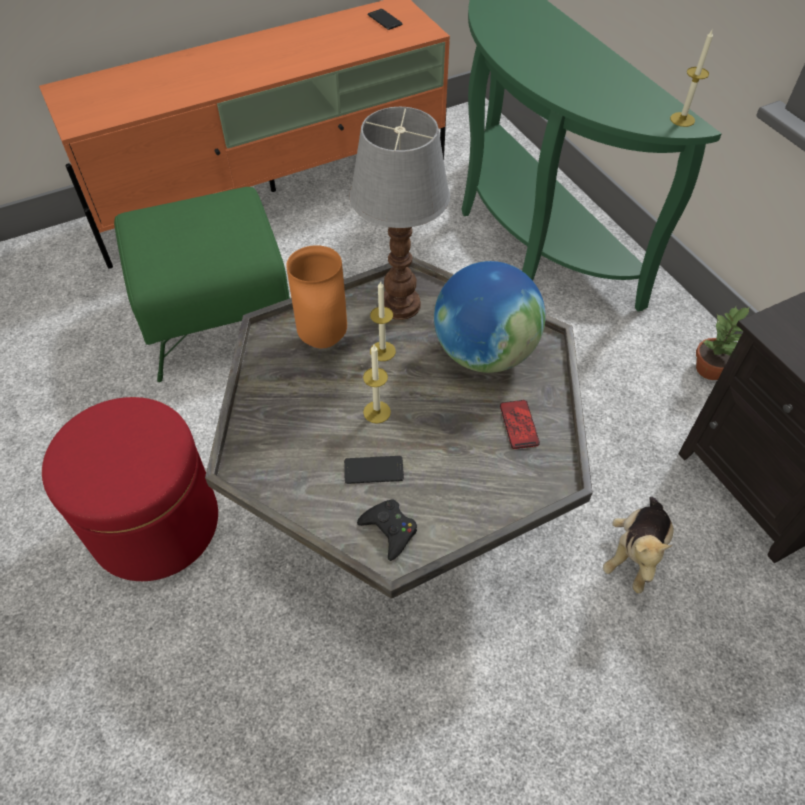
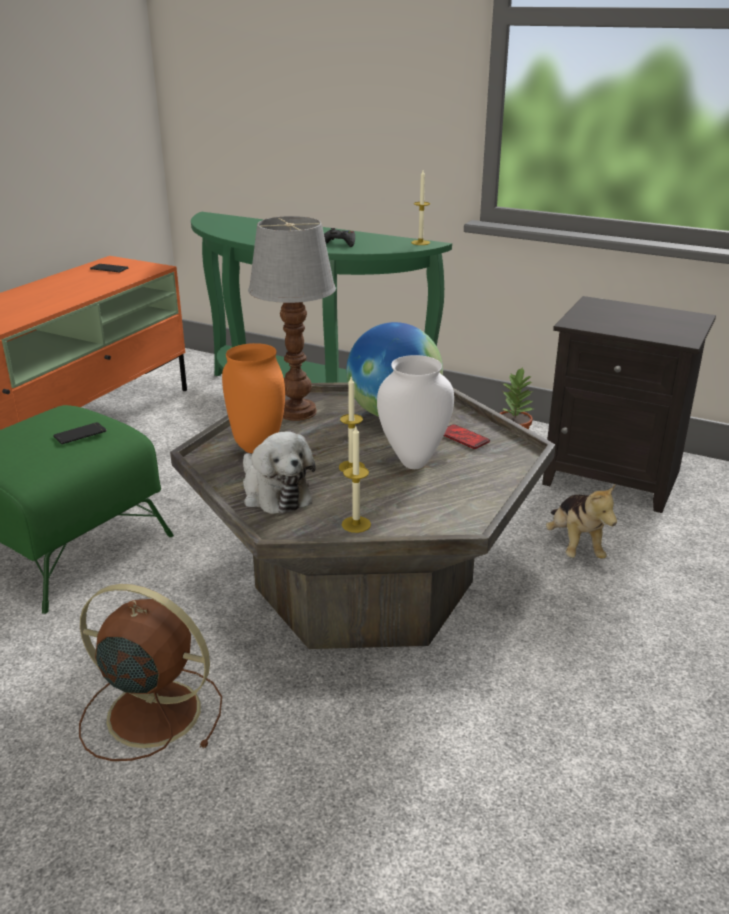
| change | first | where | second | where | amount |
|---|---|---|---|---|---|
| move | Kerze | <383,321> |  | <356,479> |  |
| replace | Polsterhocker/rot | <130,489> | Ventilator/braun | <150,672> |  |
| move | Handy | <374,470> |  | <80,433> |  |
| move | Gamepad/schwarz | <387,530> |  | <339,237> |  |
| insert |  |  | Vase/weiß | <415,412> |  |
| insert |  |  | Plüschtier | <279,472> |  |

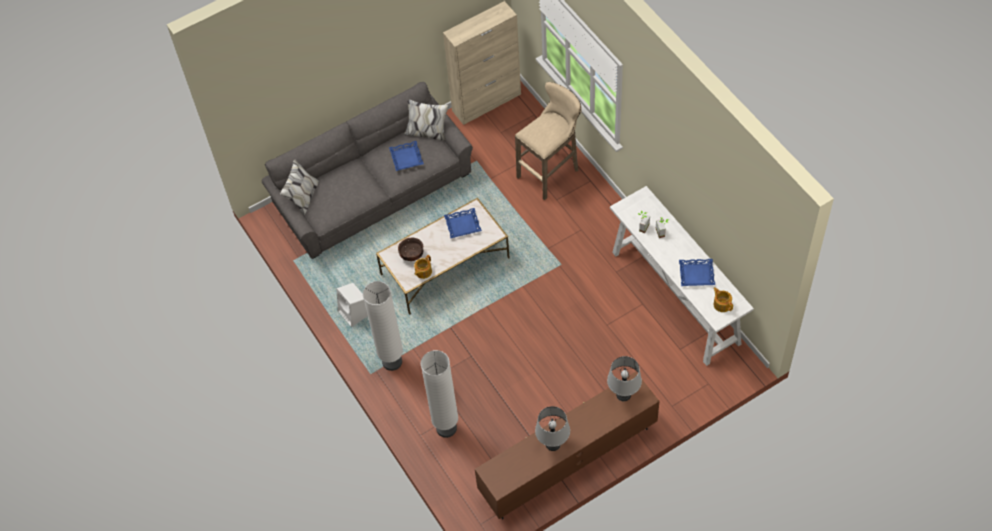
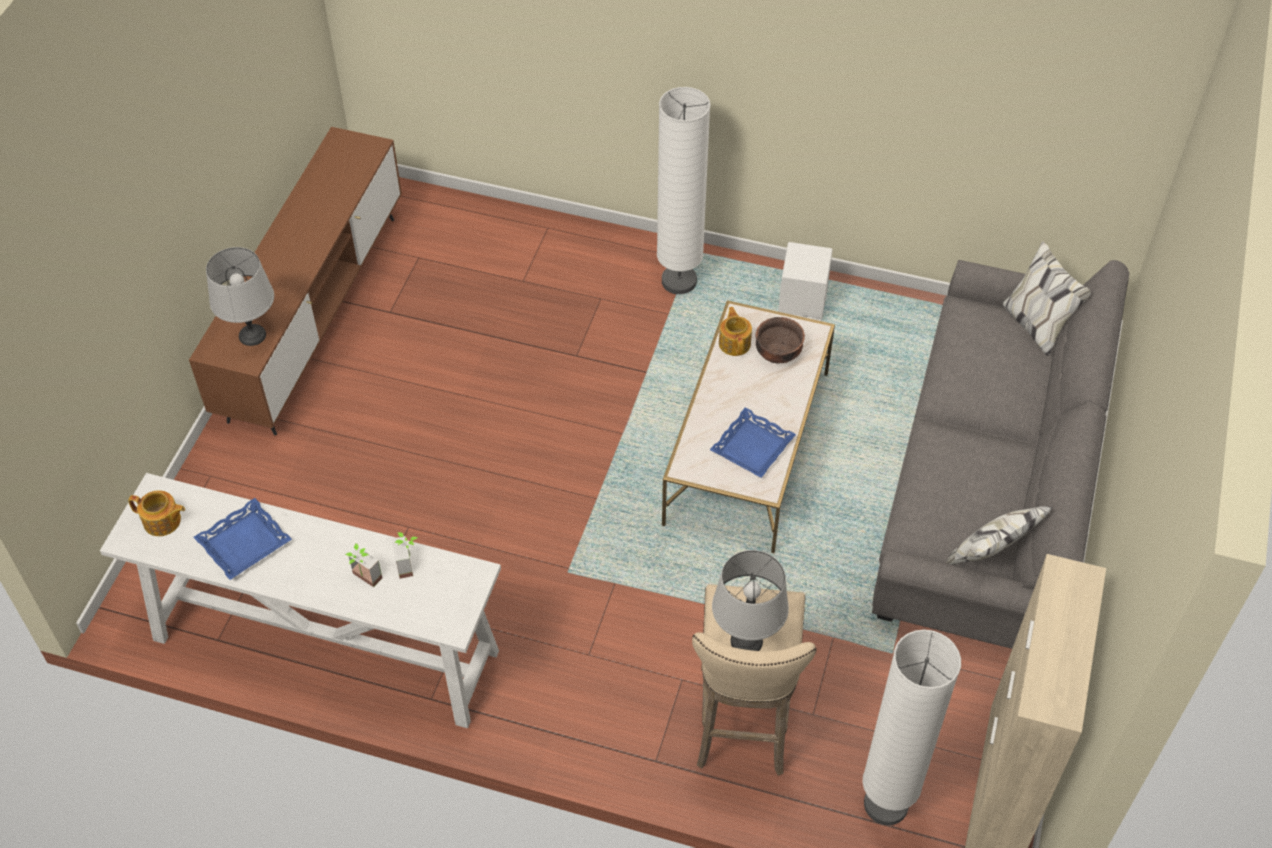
| change | first | where | second | where | amount |
|---|---|---|---|---|---|
| delete | Tablett/blau | <406,156> |  |  |  |
| move | Stehlampe/weiß | <439,394> |  | <912,727> |  |
| move | Tischlampe/grau | <552,428> |  | <750,600> |  |

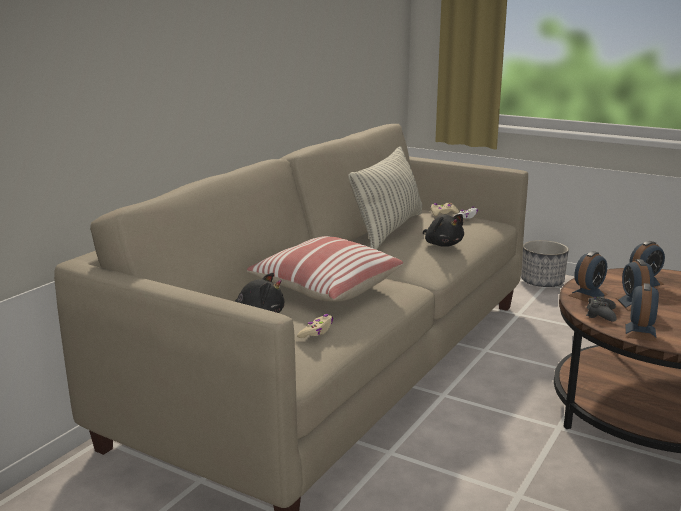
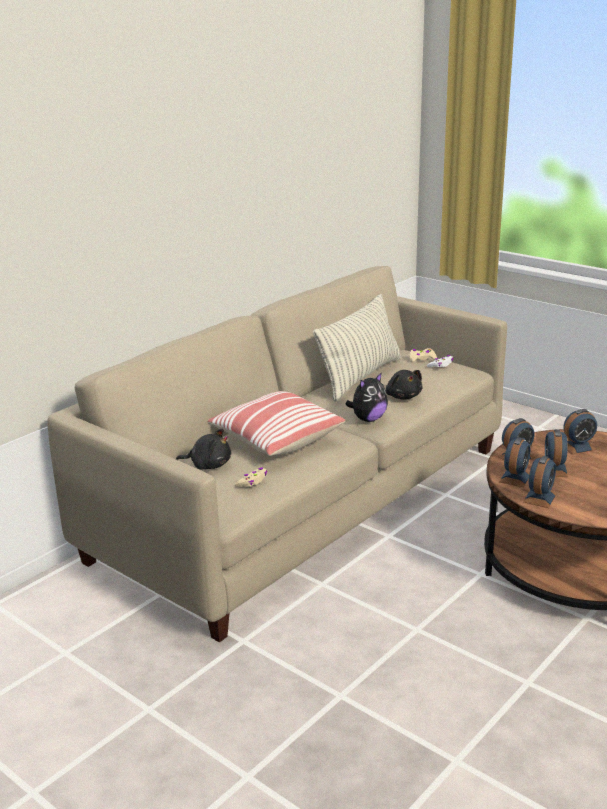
| change | first | where | second | where | amount |
|---|---|---|---|---|---|
| delete | Pflanzkübel | <545,263> |  |  |  |
| replace | Gamepad/schwarz | <601,309> | Wecker | <515,462> |  |
| insert |  |  | Plüschtier | <366,397> |  |

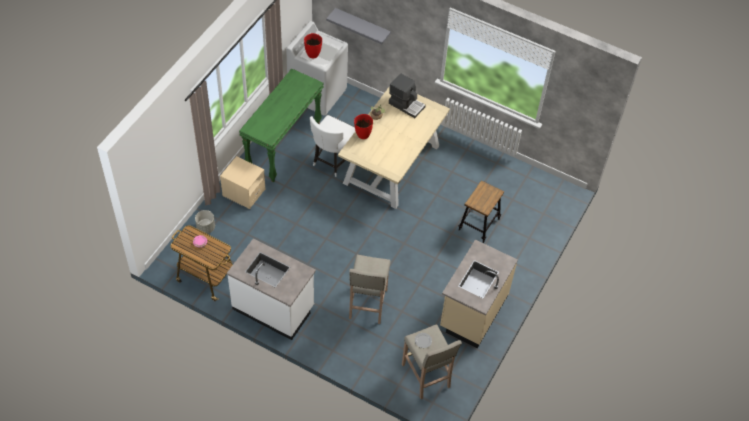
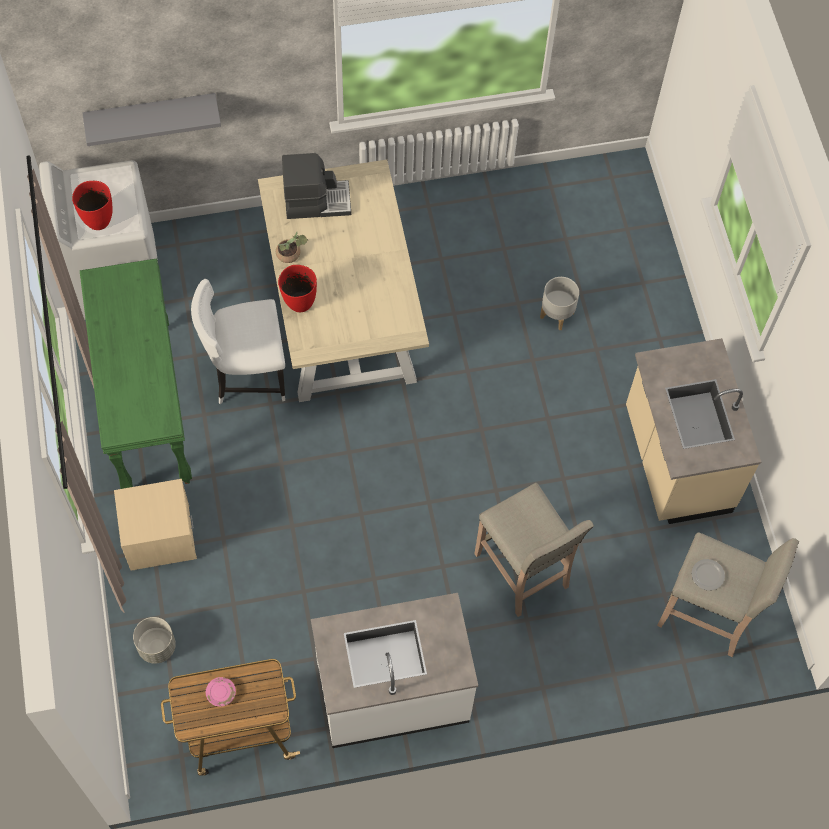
| change | first | where | second | where | amount |
|---|---|---|---|---|---|
| rotate | Stuhl/weiß | <332,146> |  | <238,341> | 90 degrees clockwise |
| replace | Hocker | <481,211> | Pflanzkübel/grau | <559,303> |  |

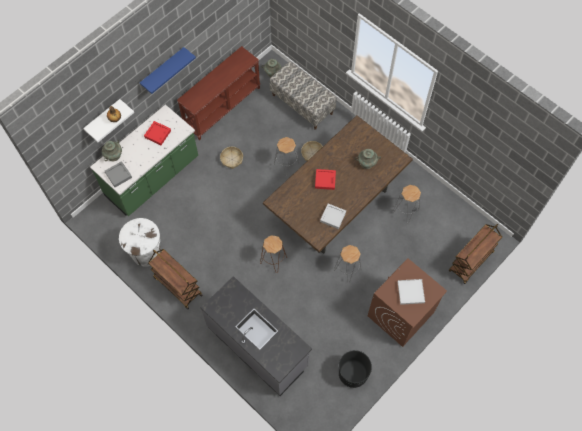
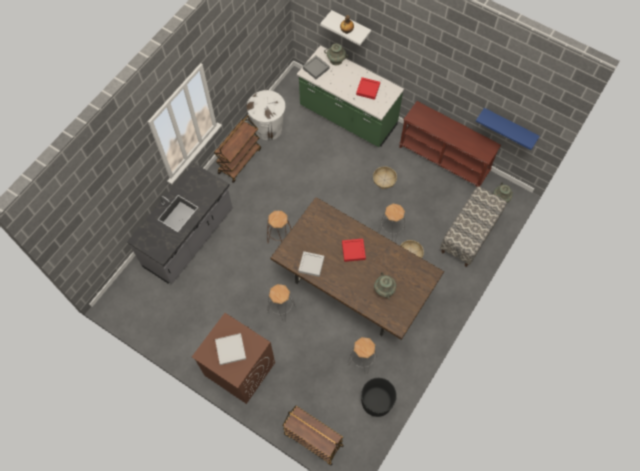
| change | first | where | second | where | amount |
|---|---|---|---|---|---|
| move | Wandregal/blau | <168,70> |  | <508,129> |  |
| move | Pflanzkübel/schwarz | <355,369> |  | <379,397> |  |

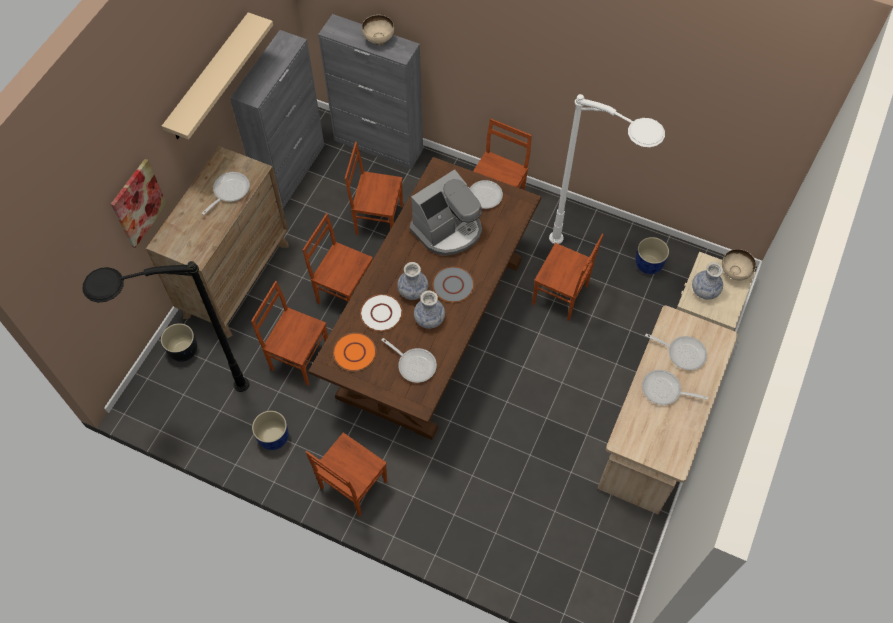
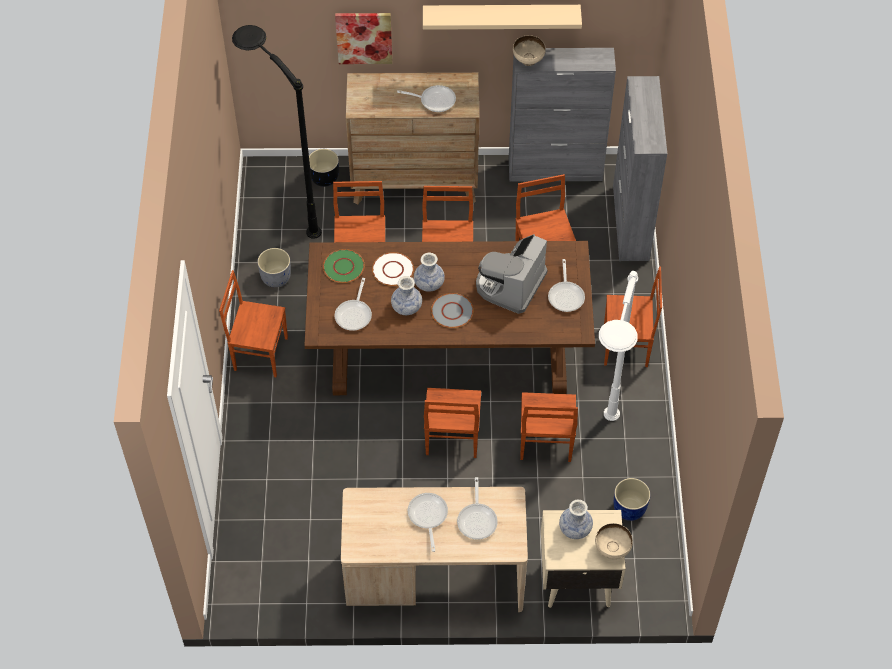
| change | first | where | second | where | amount |
|---|---|---|---|---|---|
| move | Schüssel/beige | <378,30> |  | <529,50> |  |
| rotate | Kaffeemaschine | <446,212> |  | <511,274> | 90 degrees clockwise |
| recolor | Teller/orange | <354,352> | Teller/grün | <344,266> |  |
| recolor | Pflanzkübel/blau | <270,430> | Pflanzkübel/grau | <274,267> |  |
| insert |  |  | Stuhl/braun | <452,423> |  |

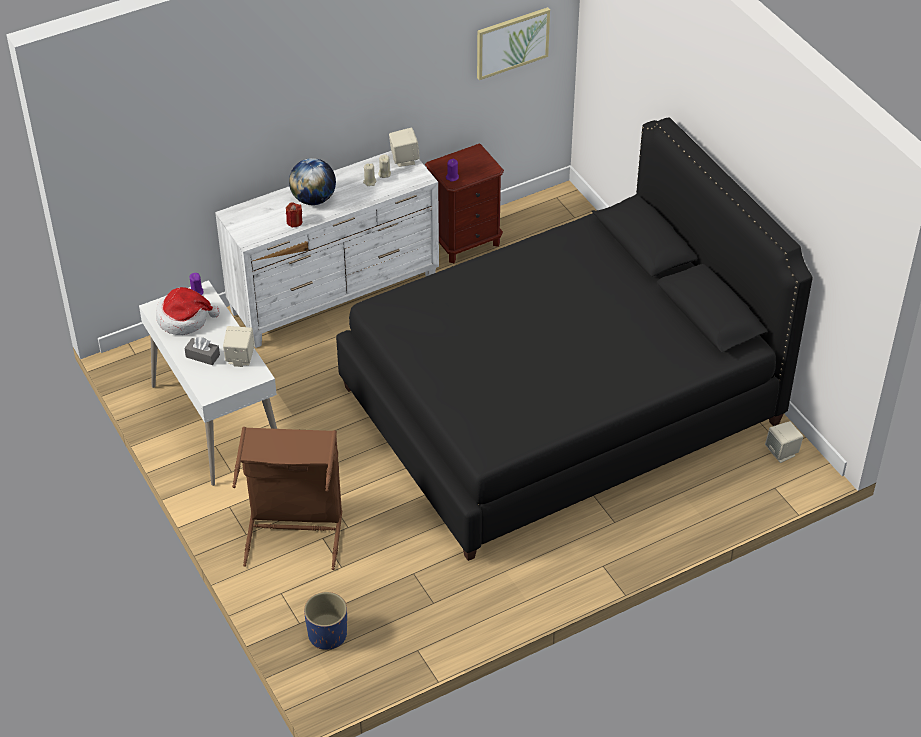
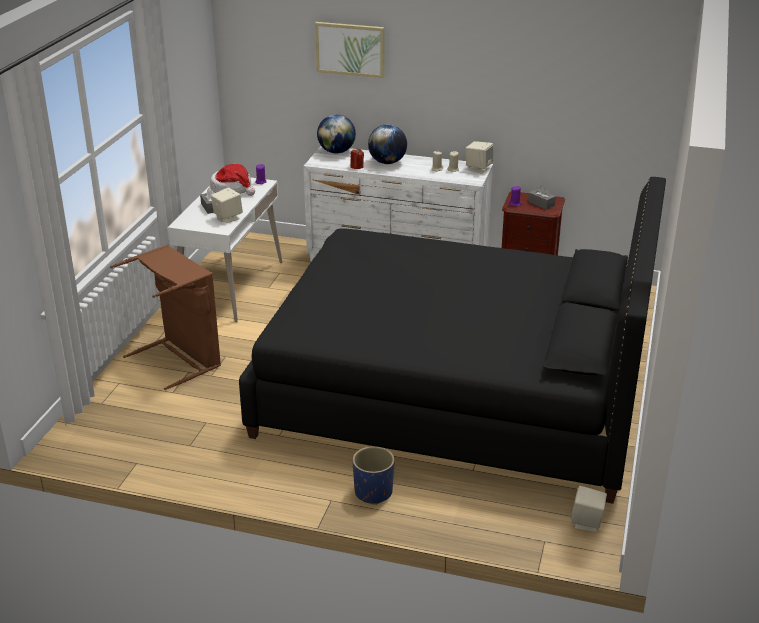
| change | first | where | second | where | amount |
|---|---|---|---|---|---|
| move | Bild | <513,43> |  | <349,50> |  |
| move | Pflanzkübel/blau | <325,621> |  | <373,475> |  |
| insert |  |  | Globus | <336,133> |  |
| insert |  |  | Taschentuchbox/grau | <542,197> |  |

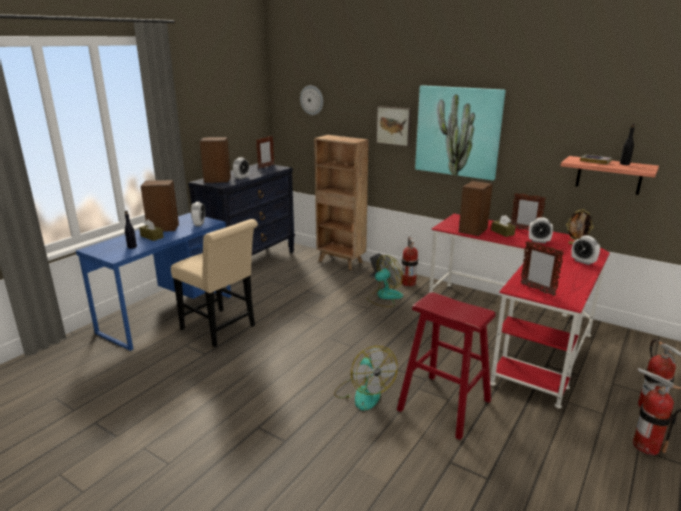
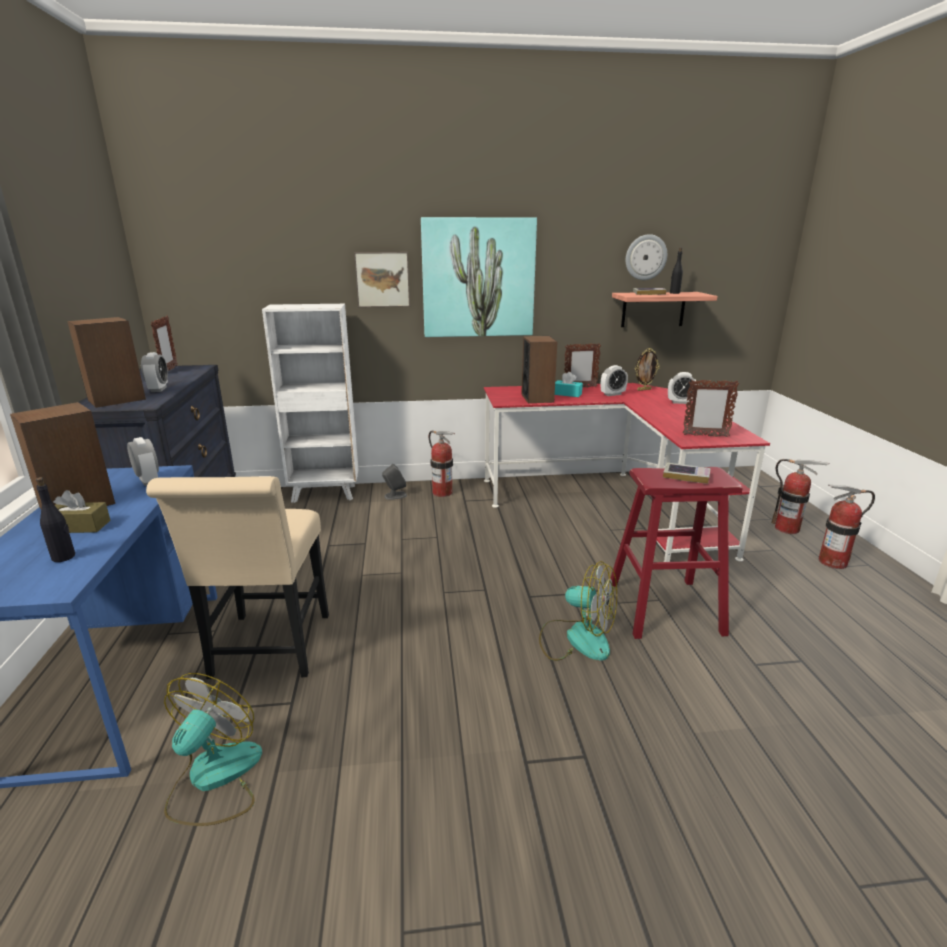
| change | first | where | second | where | amount |
|---|---|---|---|---|---|
| move | Wanduhr | <311,100> |  | <646,257> |  |
| recolor | Bücherregal/braun | <341,202> | Bücherregal/weiß | <310,403> |  |
| recolor | Taschentuchbox/braun | <503,226> | Taschentuchbox/türkis | <569,384> |  |
| rotate | Stuhl/beige | <214,283> |  | <237,577> | 90 degrees clockwise |
| move | Ventilator | <385,281> |  | <213,749> |  |
| insert |  |  | Buch | <687,473> |  |

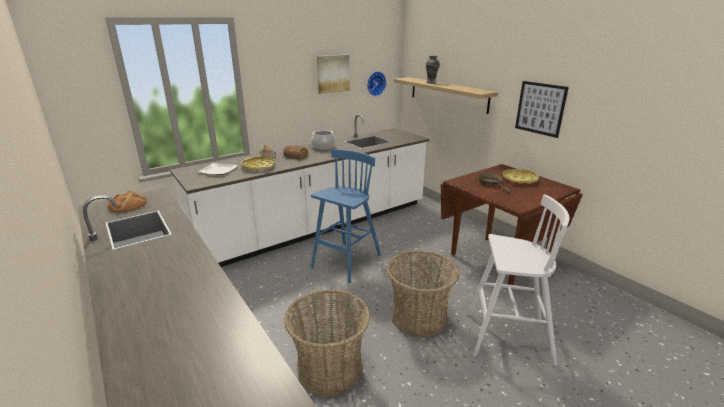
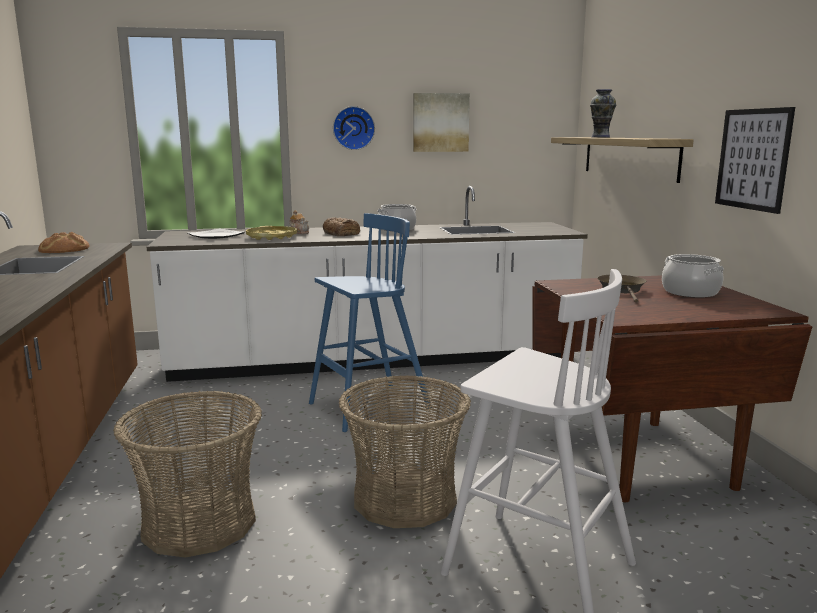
| change | first | where | second | where | amount |
|---|---|---|---|---|---|
| move | Wanduhr | <376,83> |  | <354,128> |  |
| replace | Tablett/gelb | <521,176> | Kochtopf | <693,276> |  |

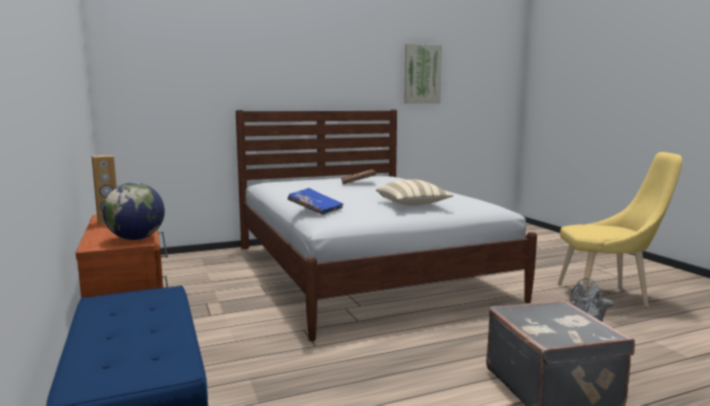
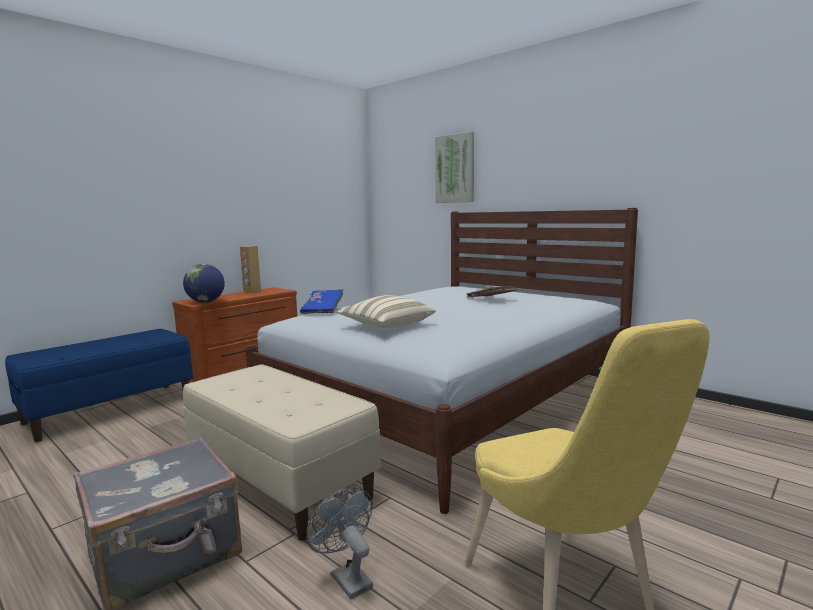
| change | first | where | second | where | amount |
|---|---|---|---|---|---|
| move | Bild | <423,74> |  | <454,167> |  |
| insert |  |  | Bank/beige | <282,452> |  |

